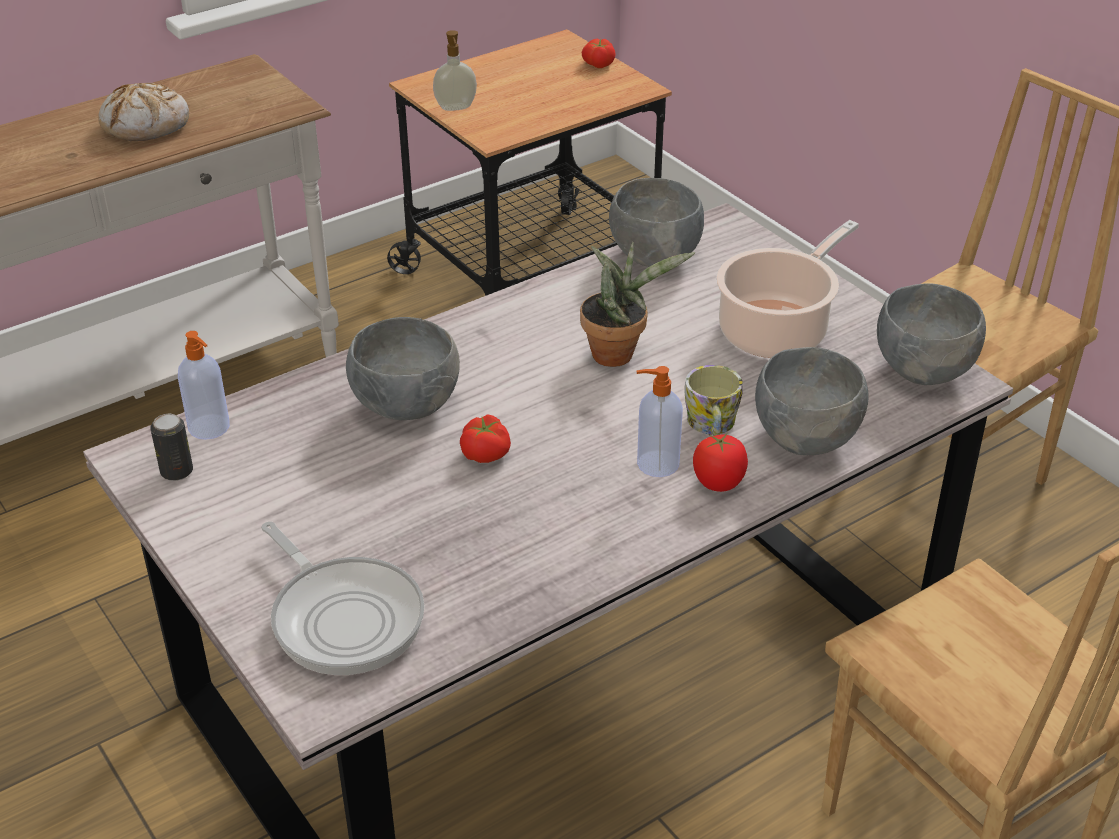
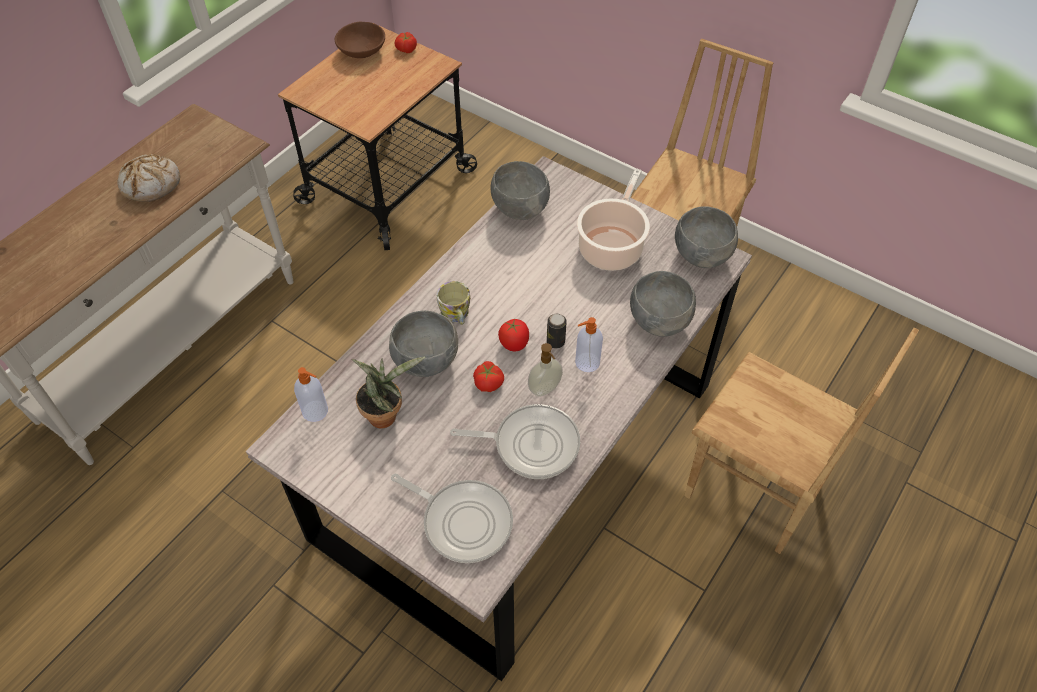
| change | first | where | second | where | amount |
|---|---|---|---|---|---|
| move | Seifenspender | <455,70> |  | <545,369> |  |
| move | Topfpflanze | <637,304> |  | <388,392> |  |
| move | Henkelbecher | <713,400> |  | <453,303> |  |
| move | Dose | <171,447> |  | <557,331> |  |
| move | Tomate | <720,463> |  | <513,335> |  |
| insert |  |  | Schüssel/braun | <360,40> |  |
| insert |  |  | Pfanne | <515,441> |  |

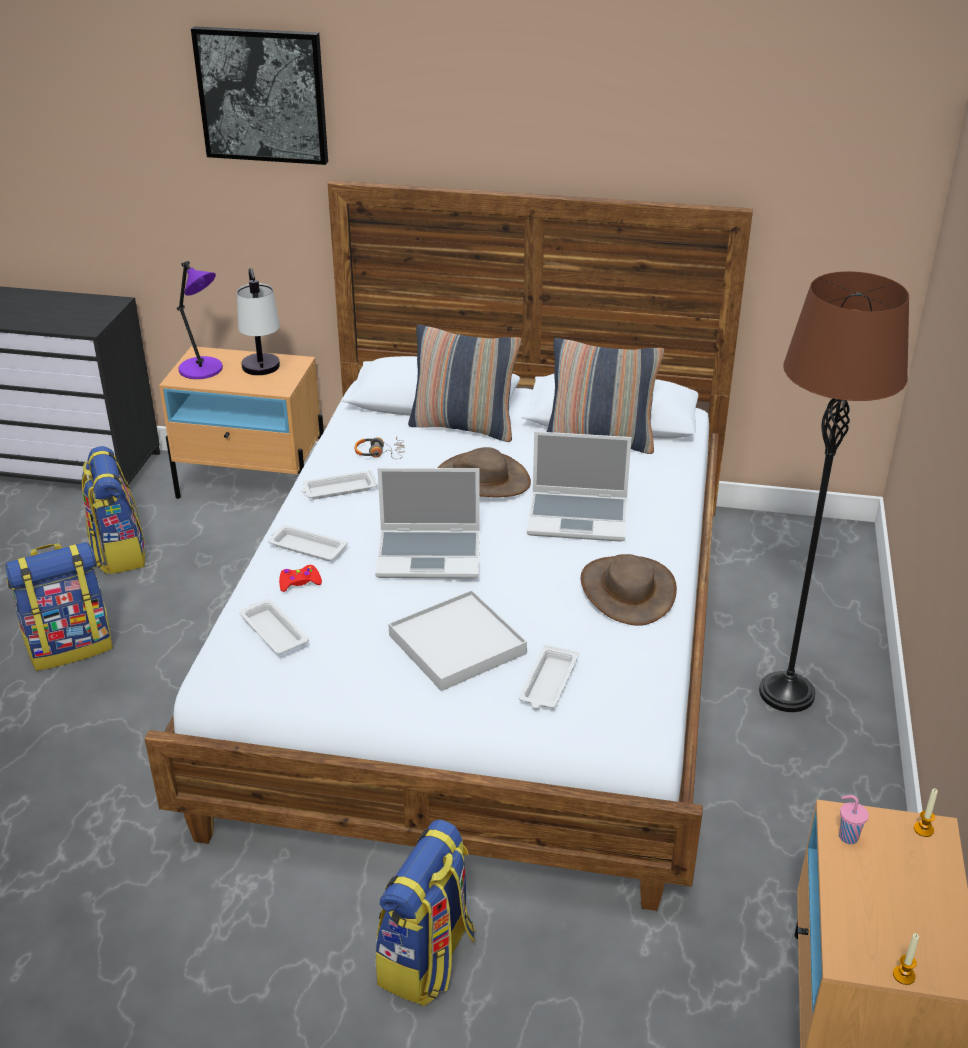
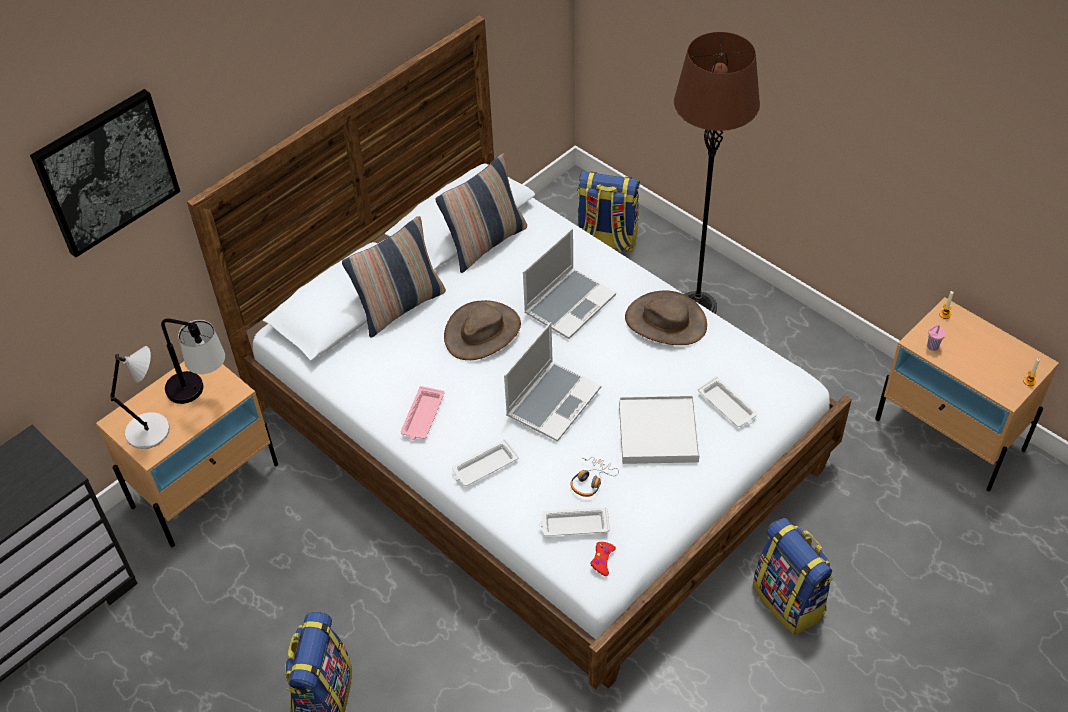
| change | first | where | second | where | amount |
|---|---|---|---|---|---|
| recolor | Tischlampe/lila | <200,320> | Tischlampe/grau | <140,397> |  |
| move | Kopfhörer | <379,448> |  | <594,477> |  |
| move | Rucksack | <113,510> |  | <608,211> |  |
| recolor | Tablett/weiß | <339,484> | Tablett/rosa | <422,413> |  |
| move | Gamepad/rot | <300,578> |  | <603,559> |  |

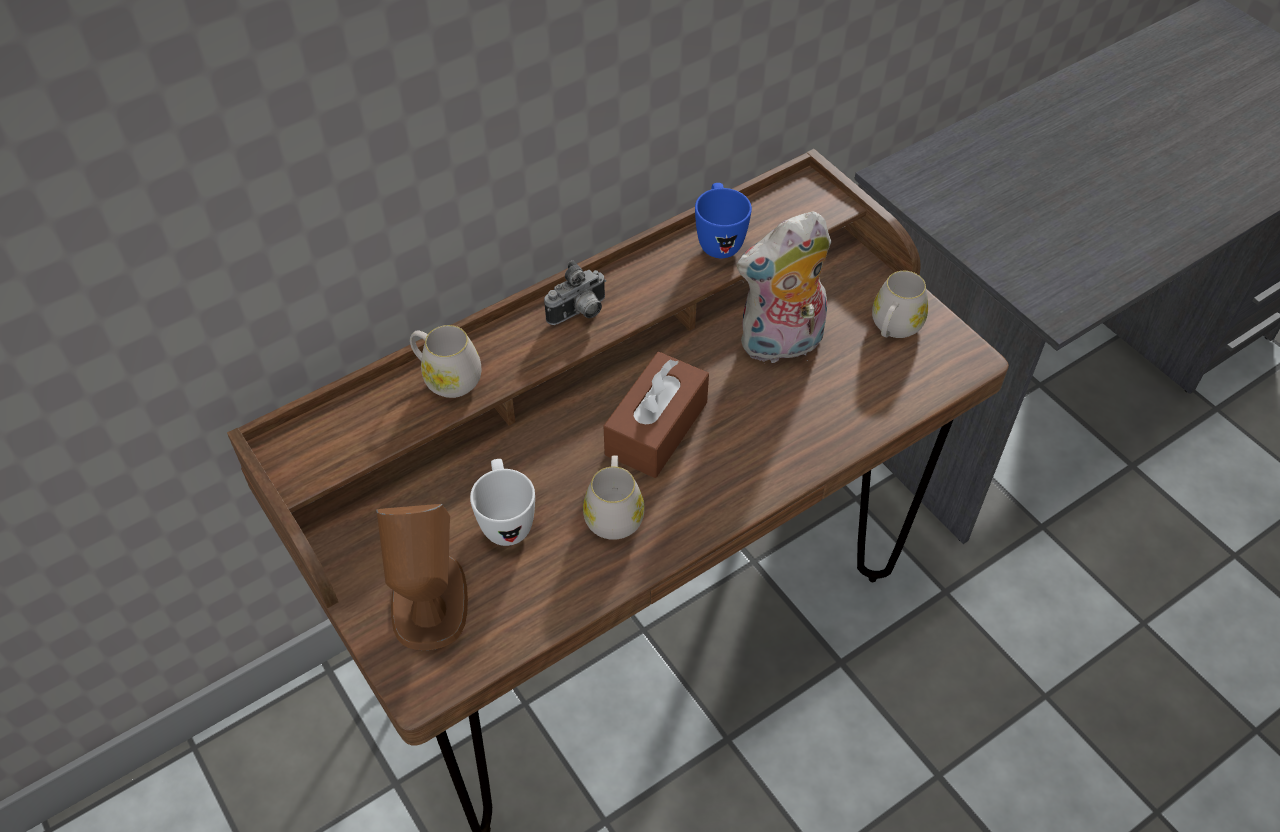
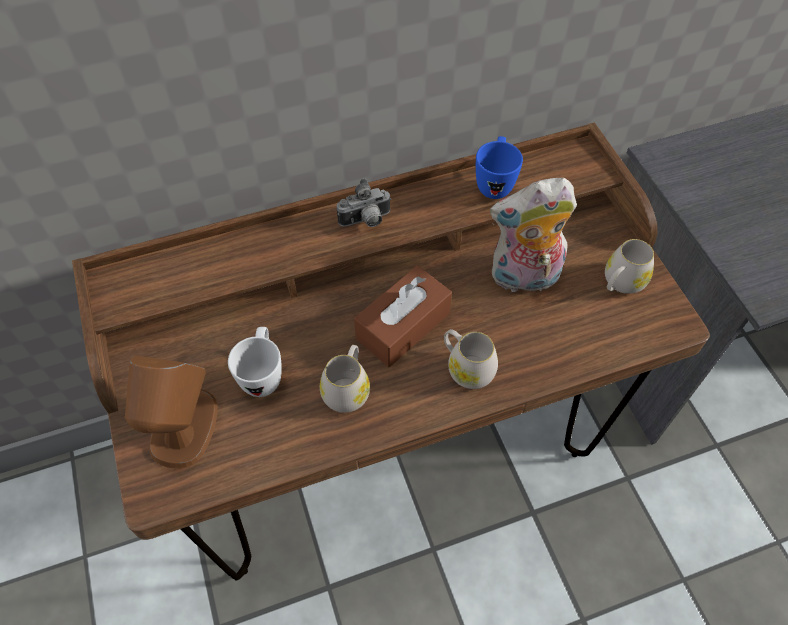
| change | first | where | second | where | amount |
|---|---|---|---|---|---|
| move | Henkelbecher/weiß | <445,361> |  | <471,359> |  |

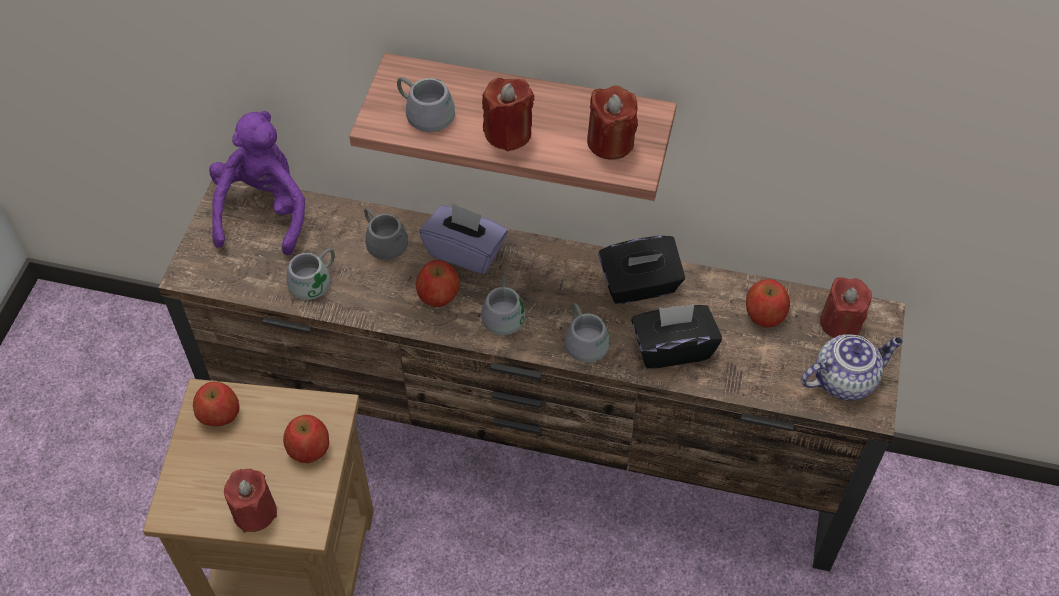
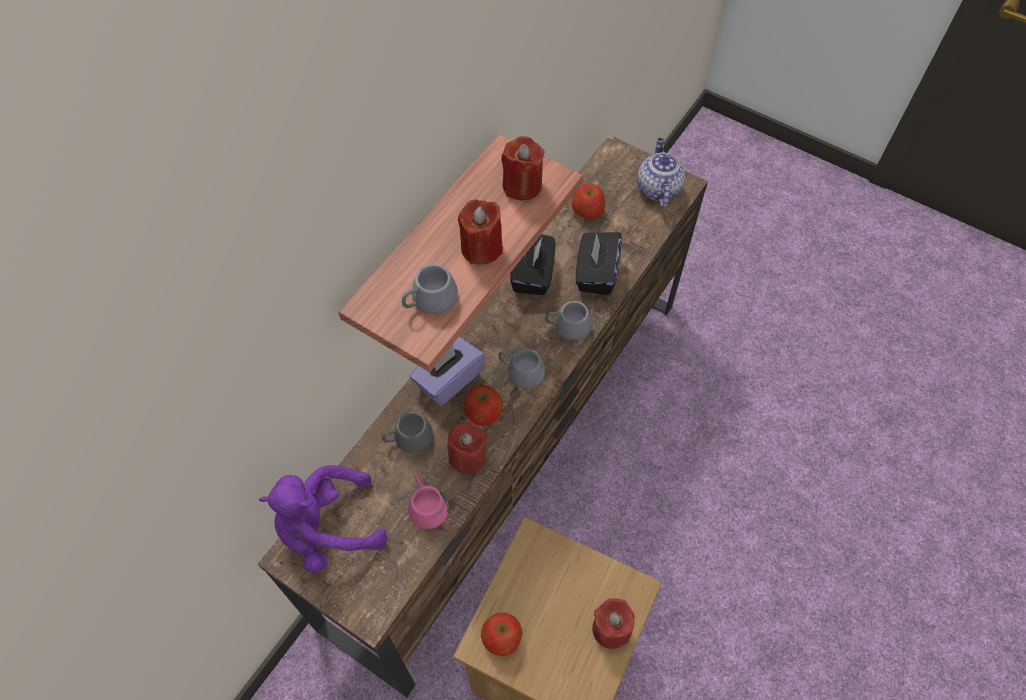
| change | first | where | second | where | amount |
|---|---|---|---|---|---|
| rotate | Plüschtier/lila | <257,183> |  | <323,518> | 45 degrees counterclockwise |
| recolor | Henkelbecher/grau | <314,274> | Henkelbecher/rosa | <429,501> |  |
| move | Kerze/rot | <846,307> |  | <467,448> |  |
| delete | Apfel | <306,439> |  |  |  |

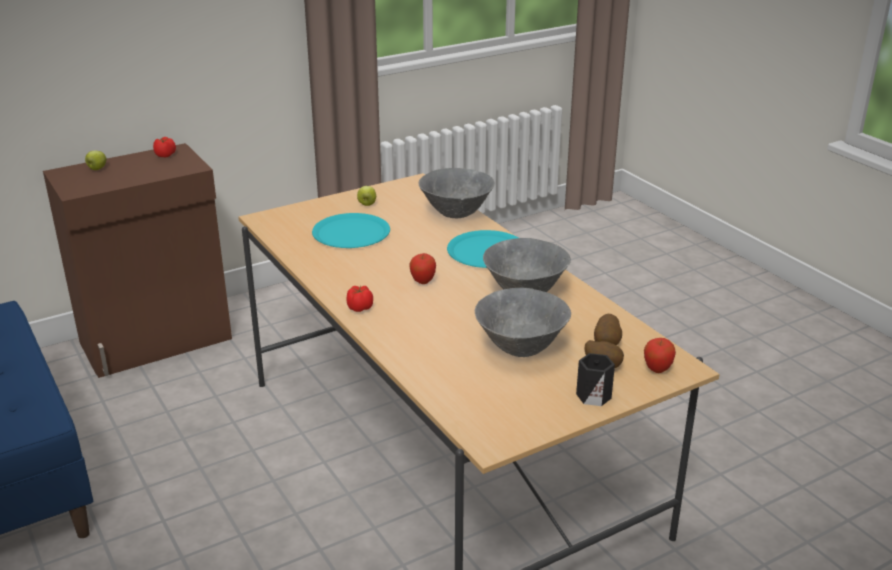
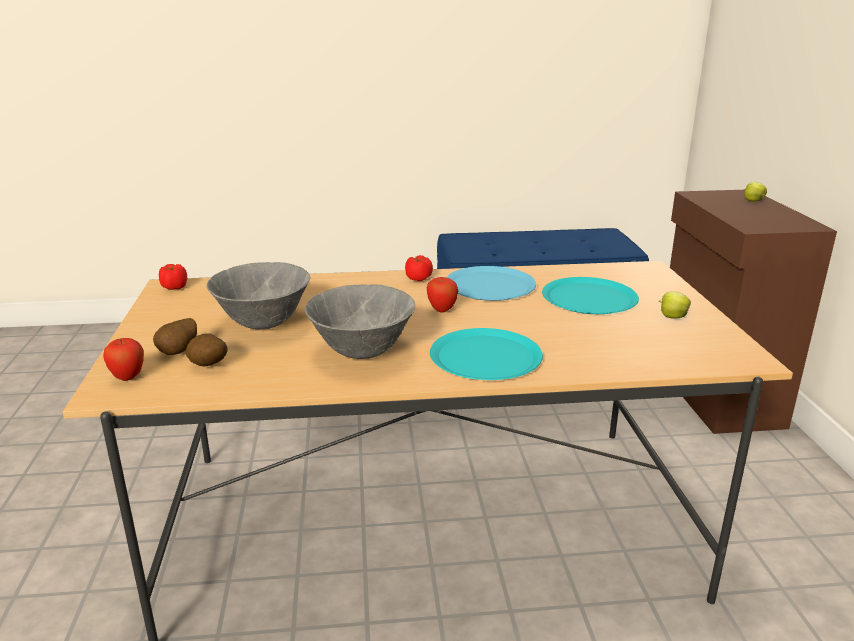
| change | first | where | second | where | amount |
|---|---|---|---|---|---|
| move | Tomate | <164,147> |  | <173,277> |  |
| delete | Schüssel/grau | <457,193> |  |  |  |
| delete | Henkelbecher/schwarz | <595,379> |  |  |  |
| insert |  |  | Teller/blau | <491,283> |  |

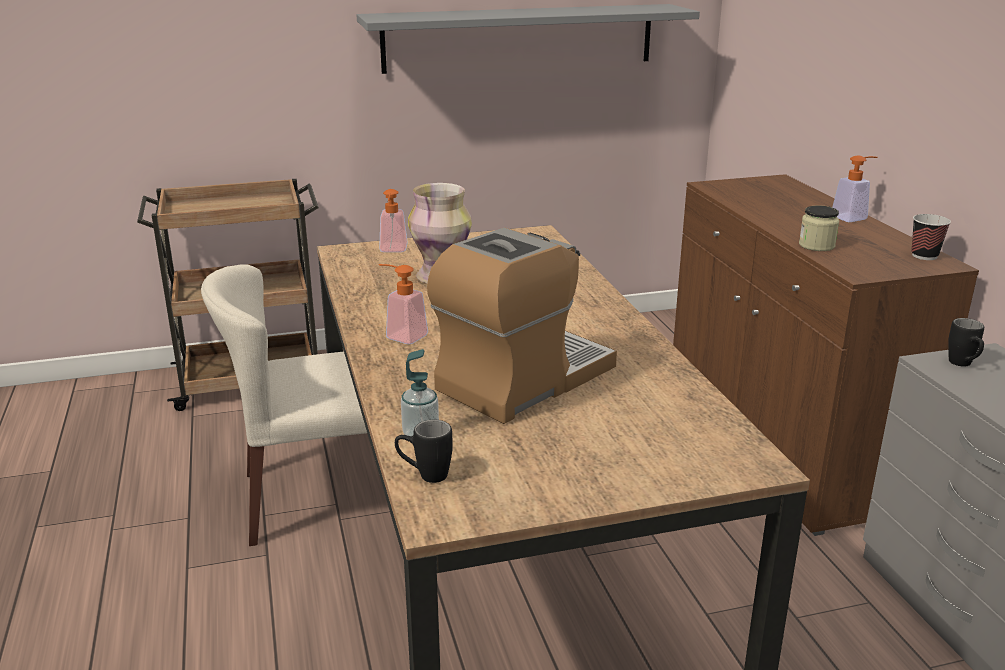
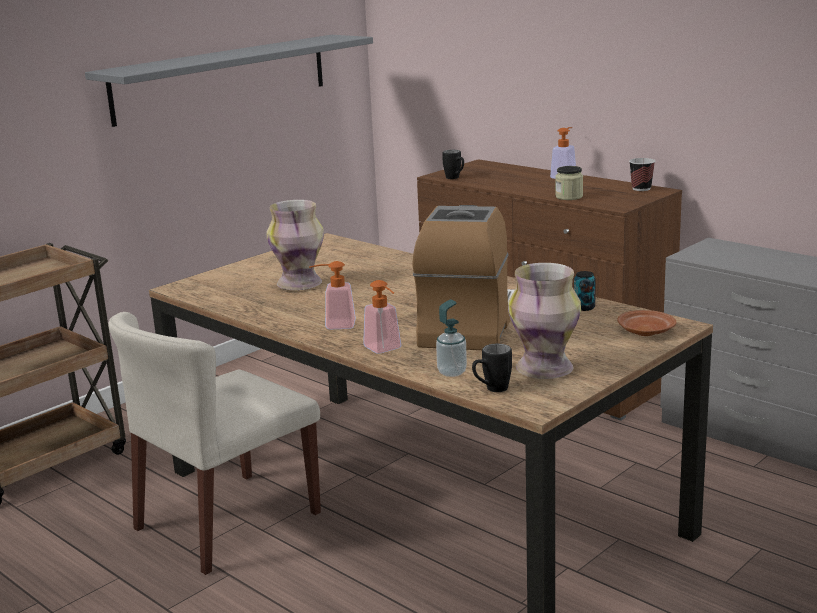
| change | first | where | second | where | amount |
|---|---|---|---|---|---|
| move | Seifenspender | <393,220> |  | <382,317> |  |
| move | Henkelbecher/schwarz | <966,342> |  | <453,164> |  |
| insert |  |  | Vase | <544,321> |  |
| insert |  |  | Dose | <585,291> |  |
| insert |  |  | Teller/braun | <646,323> |  |

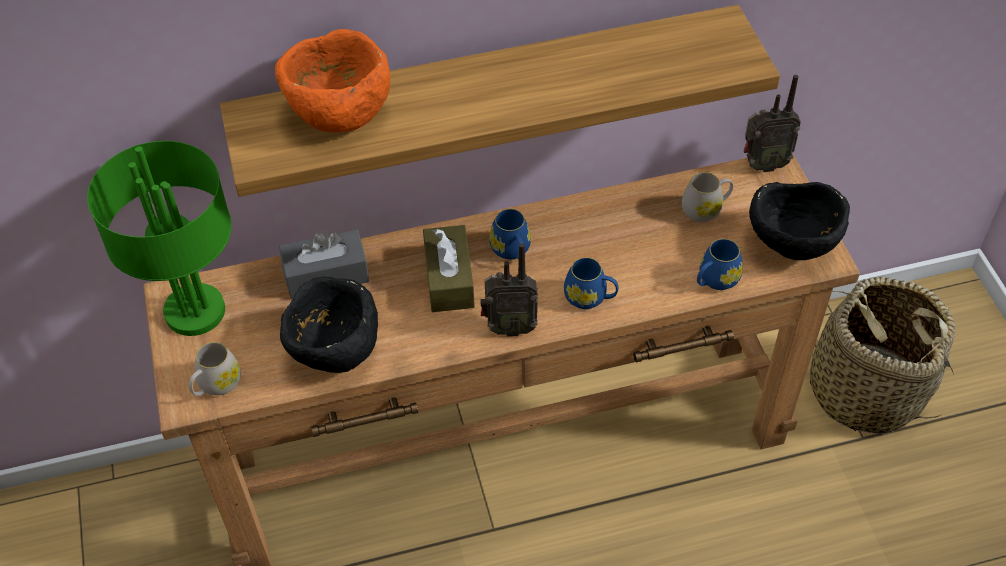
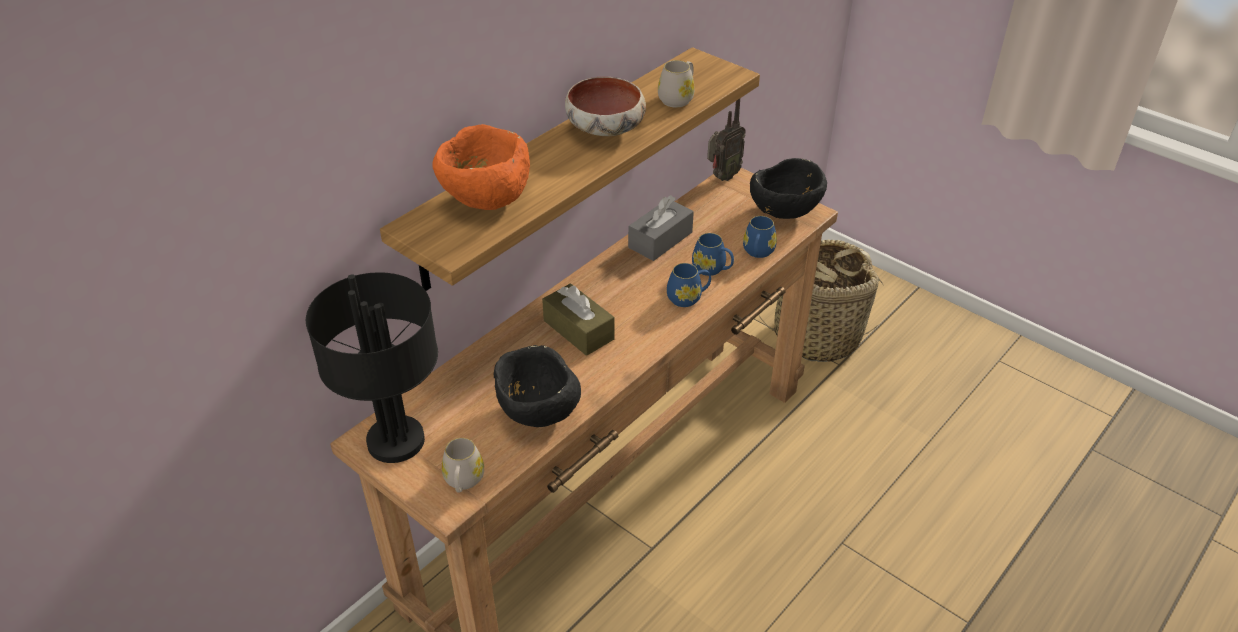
| change | first | where | second | where | amount |
|---|---|---|---|---|---|
| recolor | Tischlampe/grün | <159,238> | Tischlampe/schwarz | <372,367> |  |
| move | Henkelbecher/weiß | <707,197> |  | <676,83> |  |
| move | Henkelbecher/blau | <510,234> |  | <713,254> |  |
| move | Taschentuchbox/grau | <324,264> |  | <661,228> |  |
| delete | Radio | <509,290> |  |  |  |
| insert |  |  | Schüssel | <605,106> |  |

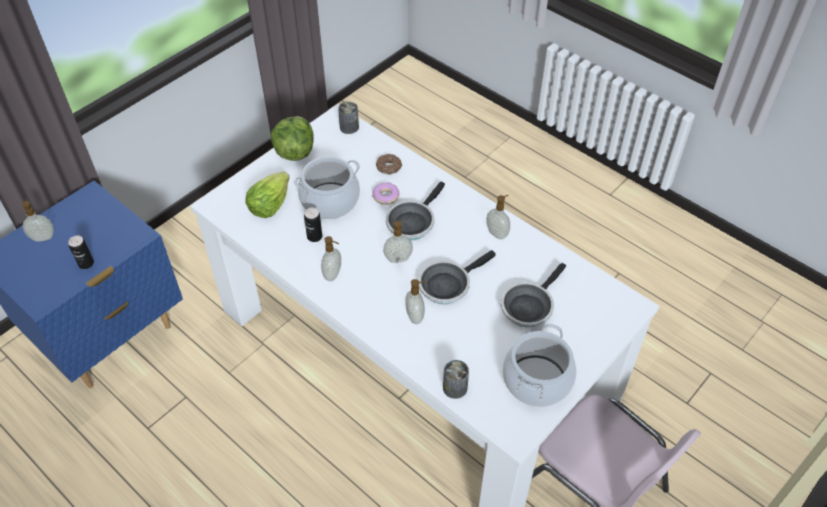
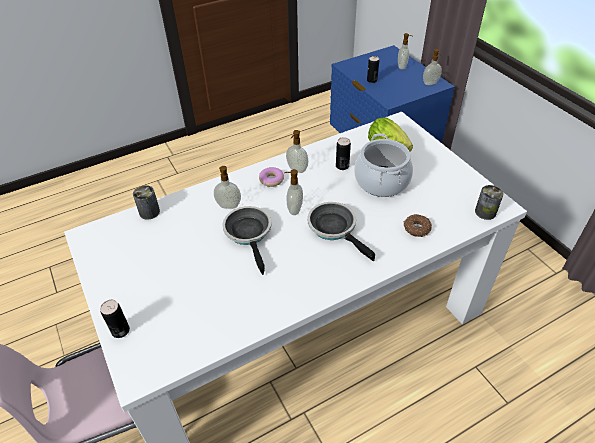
| change | first | where | second | where | amount |
|---|---|---|---|---|---|
| delete | Salatkopf | <292,138> |  |  |  |
| move | Donut | <386,194> |  | <271,177> |  |
| move | Seifenspender | <498,217> |  | <432,67> |  |
| delete | Pfanne | <533,295> |  |  |  |
| delete | Kochtopf | <539,365> |  |  |  |
| insert |  |  | Dose | <115,319> |  |

